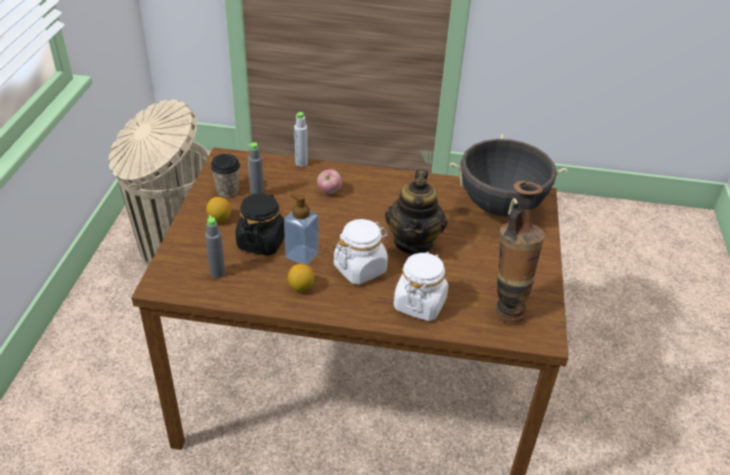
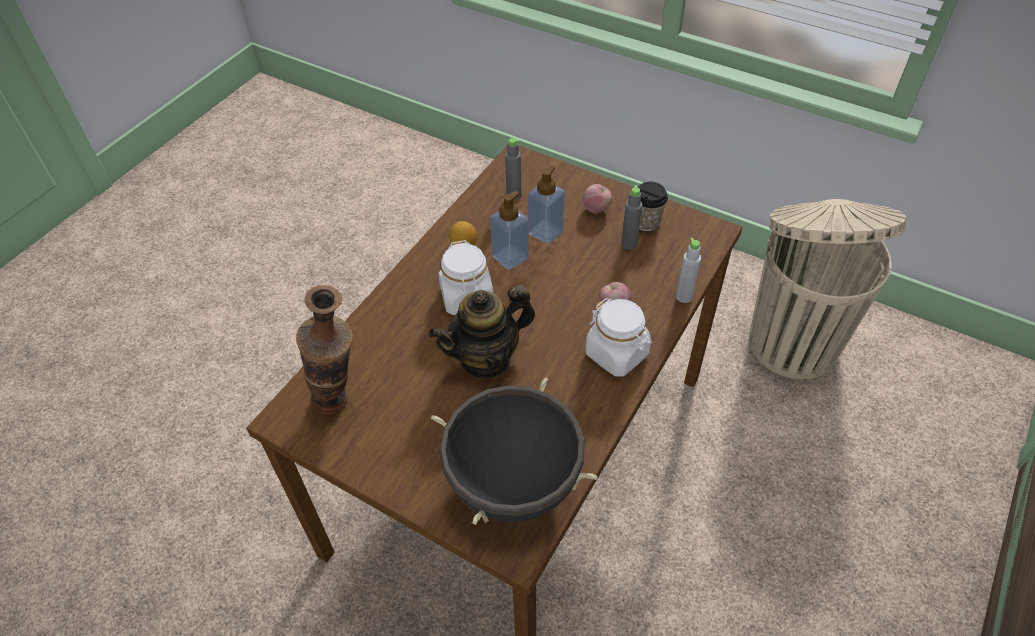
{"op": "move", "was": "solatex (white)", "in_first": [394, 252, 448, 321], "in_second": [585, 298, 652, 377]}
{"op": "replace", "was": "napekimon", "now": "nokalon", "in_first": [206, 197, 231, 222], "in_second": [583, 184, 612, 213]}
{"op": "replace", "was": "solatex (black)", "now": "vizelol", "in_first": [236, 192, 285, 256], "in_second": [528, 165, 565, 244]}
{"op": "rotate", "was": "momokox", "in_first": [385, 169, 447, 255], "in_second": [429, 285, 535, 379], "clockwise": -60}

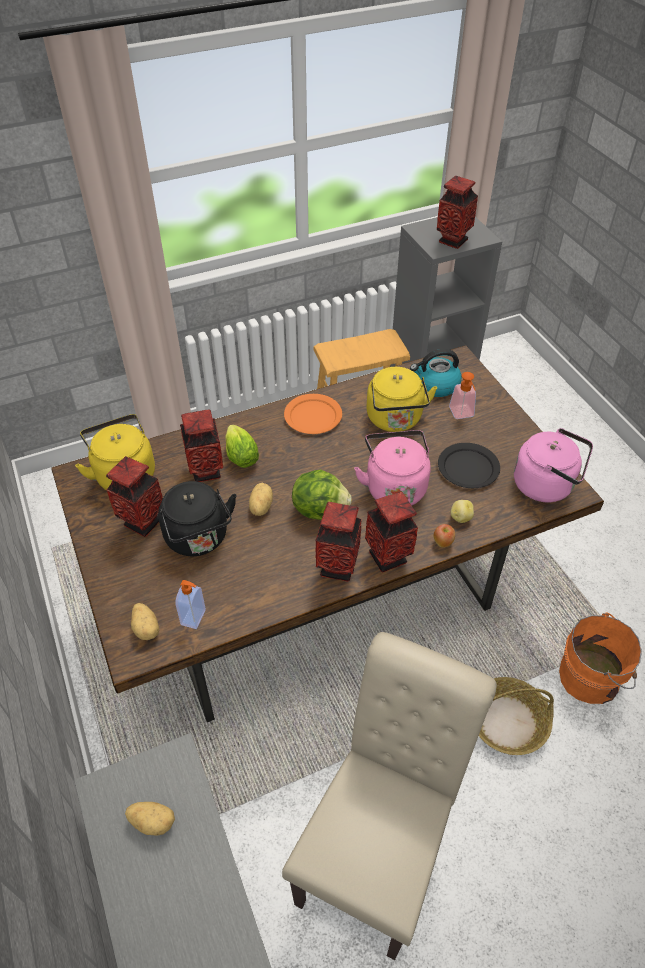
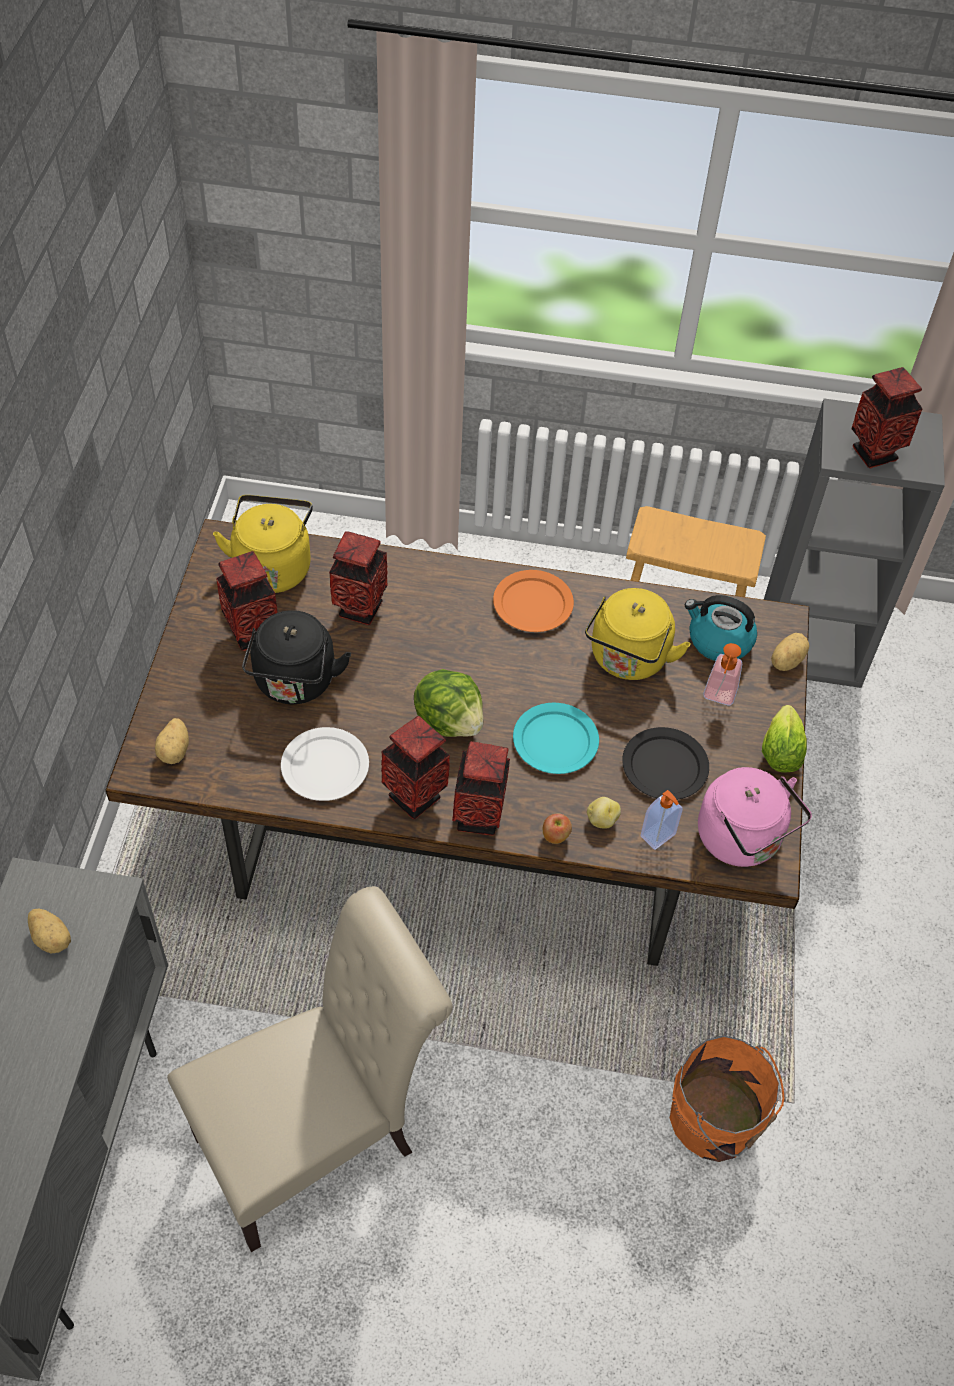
{"op": "delete", "was": "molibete", "in_first": [479, 677, 554, 755]}
{"op": "insert", "now": "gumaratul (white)", "in_second": [281, 727, 369, 801]}
{"op": "move", "was": "vizelol", "in_first": [175, 580, 206, 629], "in_second": [640, 790, 683, 850]}
{"op": "move", "was": "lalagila", "in_first": [225, 424, 259, 468], "in_second": [762, 705, 807, 773]}
{"op": "move", "was": "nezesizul", "in_first": [249, 483, 273, 516], "in_second": [771, 633, 809, 671]}
{"op": "replace", "was": "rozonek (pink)", "now": "gumaratul (turquoise)", "in_first": [354, 430, 431, 506], "in_second": [513, 703, 599, 774]}

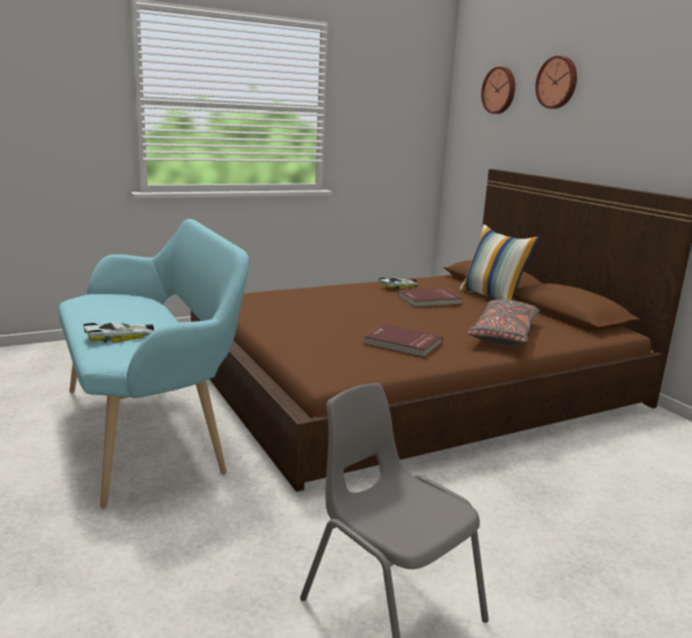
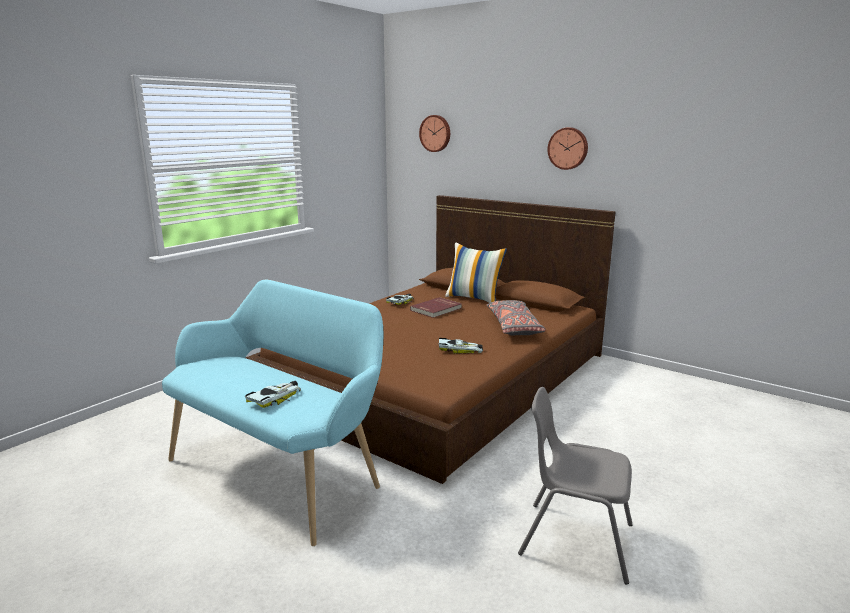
{"op": "move", "was": "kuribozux", "in_first": [535, 56, 577, 109], "in_second": [547, 127, 588, 170]}
{"op": "replace", "was": "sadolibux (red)", "now": "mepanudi", "in_first": [363, 324, 443, 358], "in_second": [439, 338, 483, 354]}

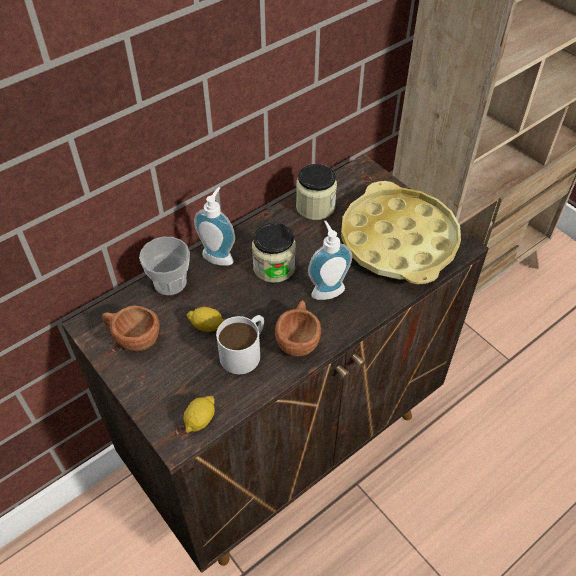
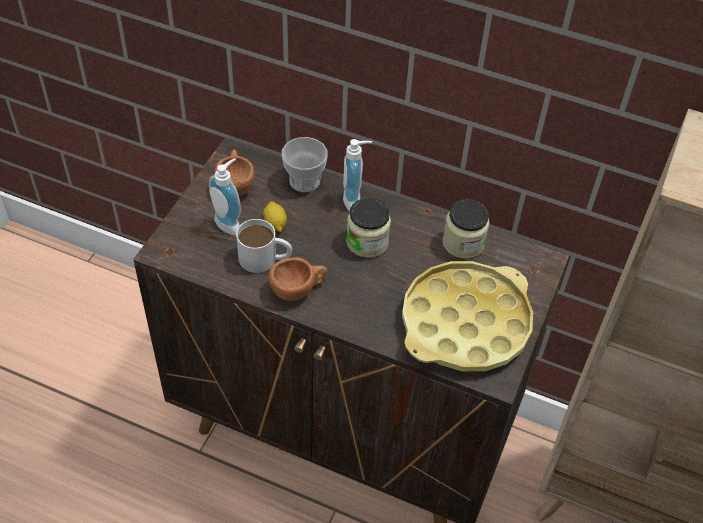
{"op": "delete", "was": "napekimon", "in_first": [183, 396, 215, 433]}
{"op": "move", "was": "vizelol", "in_first": [308, 221, 352, 300], "in_second": [209, 158, 241, 235]}

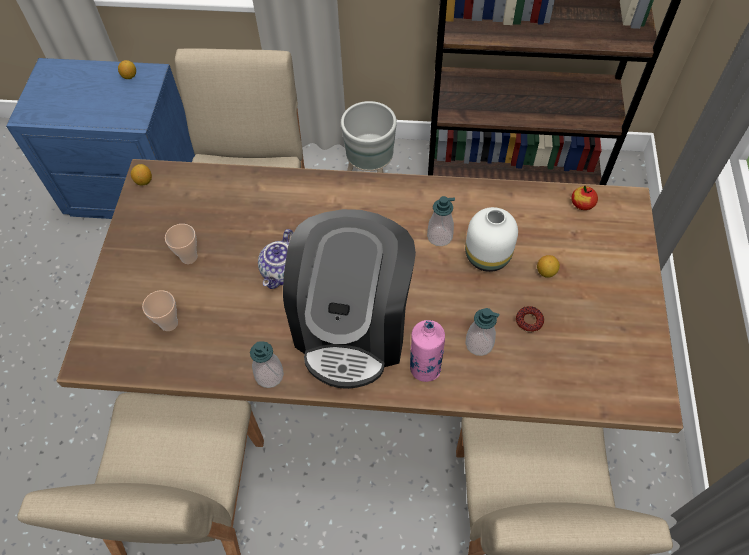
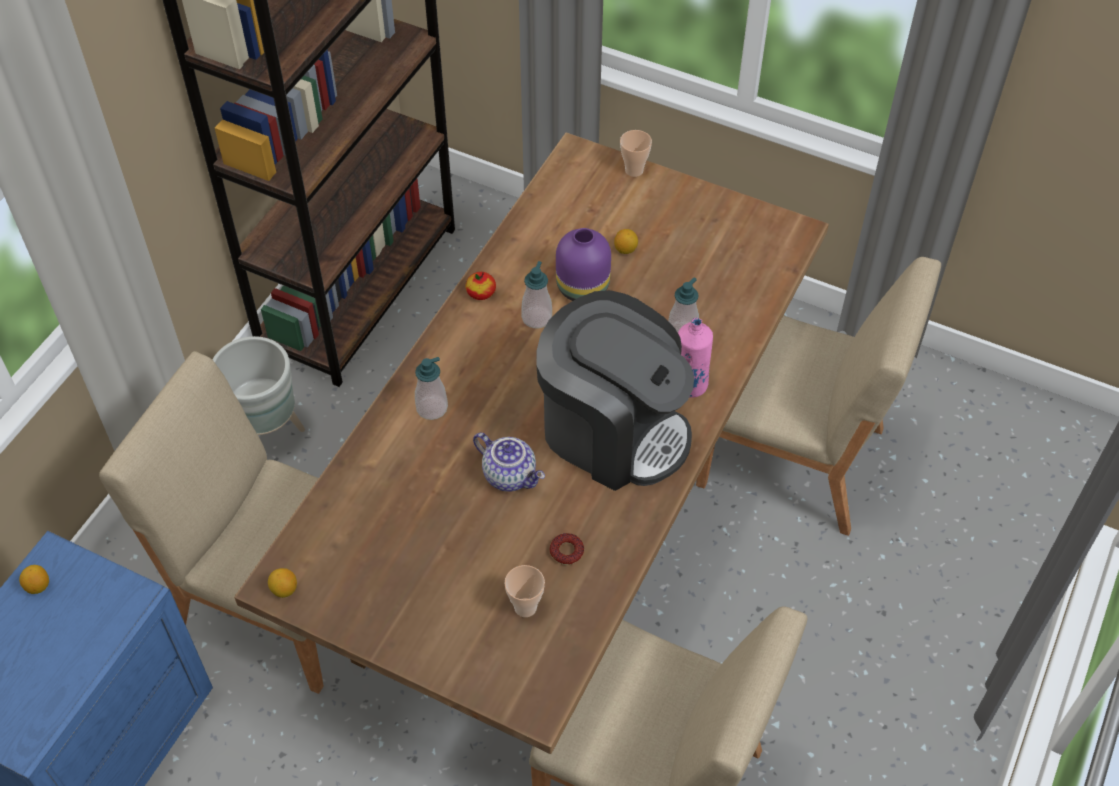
{"op": "move", "was": "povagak", "in_first": [165, 224, 198, 264], "in_second": [620, 130, 652, 177]}
{"op": "move", "was": "vizelol", "in_first": [250, 341, 284, 388], "in_second": [415, 357, 448, 420]}
{"op": "move", "was": "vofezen", "in_first": [516, 306, 544, 332], "in_second": [550, 533, 584, 565]}
{"op": "move", "was": "nokalon", "in_first": [571, 186, 598, 210], "in_second": [465, 272, 496, 300]}
{"op": "recolor", "was": "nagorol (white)", "now": "nagorol (purple)", "in_first": [465, 207, 518, 272], "in_second": [556, 228, 611, 301]}

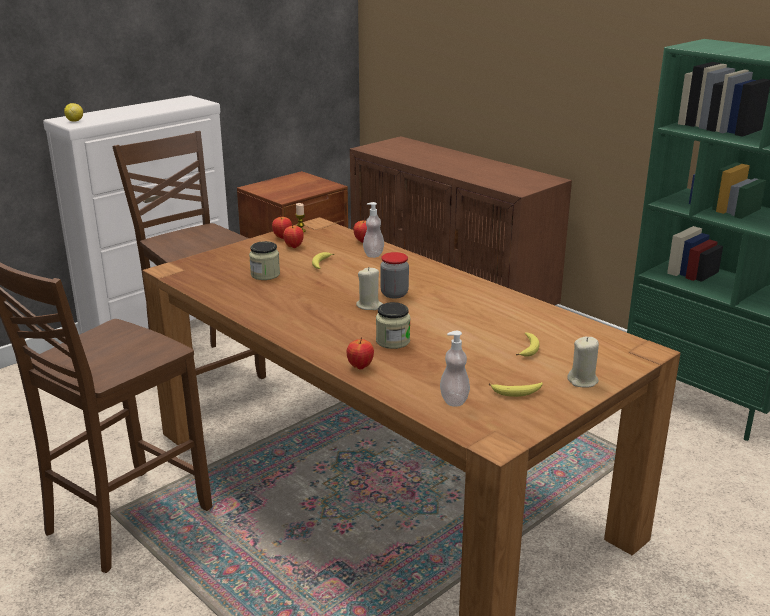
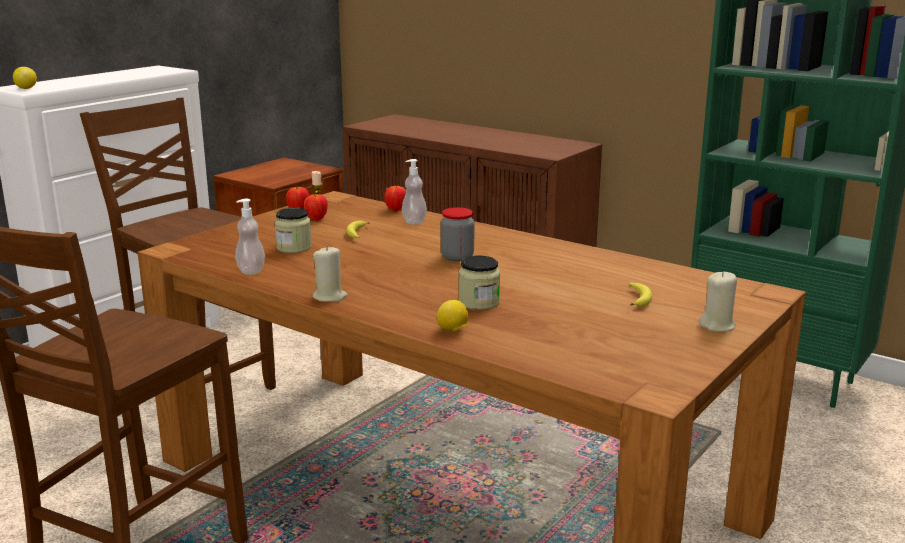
{"op": "delete", "was": "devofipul", "in_first": [489, 382, 543, 397]}
{"op": "move", "was": "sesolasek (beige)", "in_first": [356, 267, 383, 310], "in_second": [312, 246, 348, 302]}
{"op": "move", "was": "vizelol", "in_first": [440, 331, 470, 407], "in_second": [235, 199, 265, 275]}
{"op": "replace", "was": "nokalon", "now": "napekimon", "in_first": [347, 337, 374, 370], "in_second": [437, 300, 468, 331]}

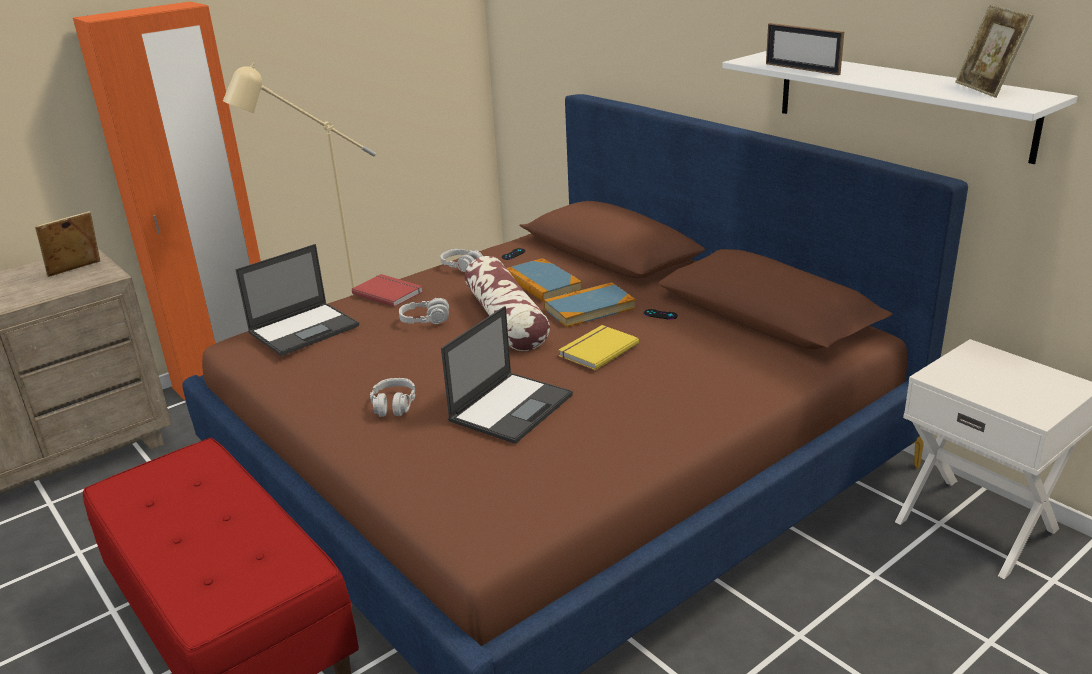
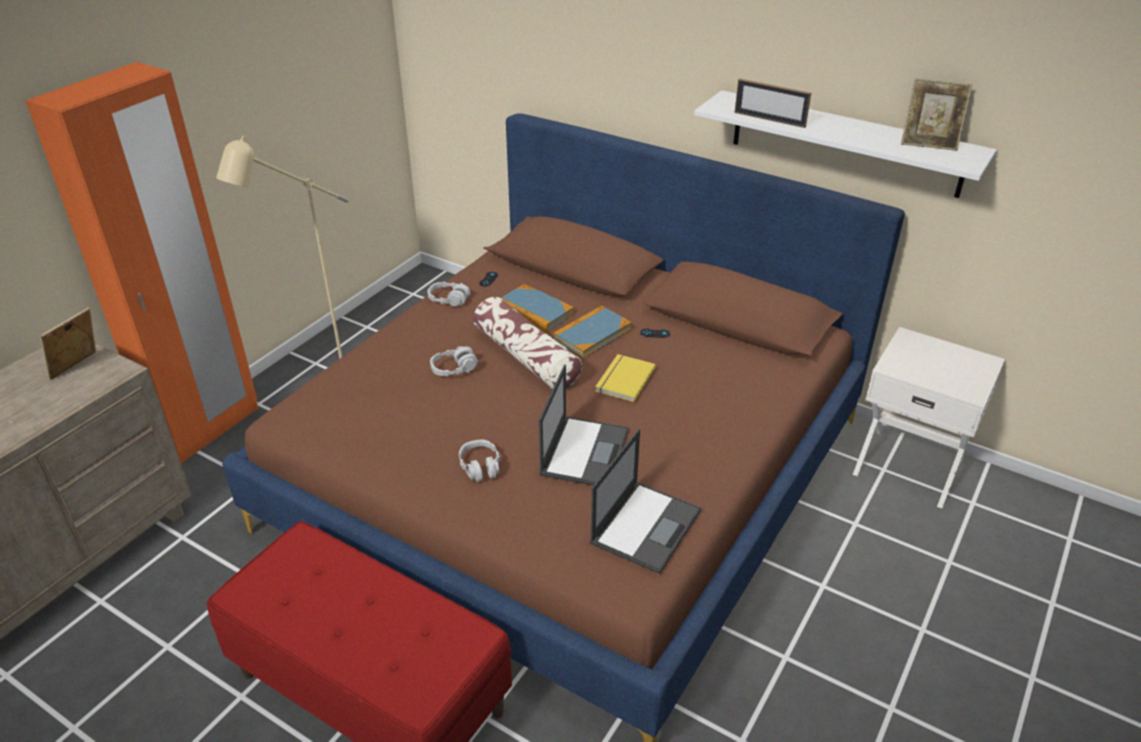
{"op": "delete", "was": "sadolibux (red)", "in_first": [352, 274, 423, 307]}
{"op": "move", "was": "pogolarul", "in_first": [235, 244, 359, 356], "in_second": [590, 429, 701, 574]}
{"op": "rotate", "was": "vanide", "in_first": [955, 4, 1034, 98], "in_second": [901, 78, 973, 151], "clockwise": -45}

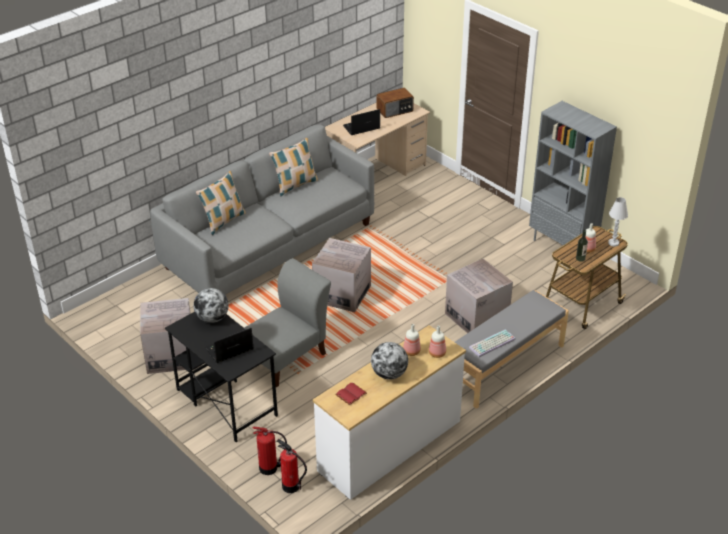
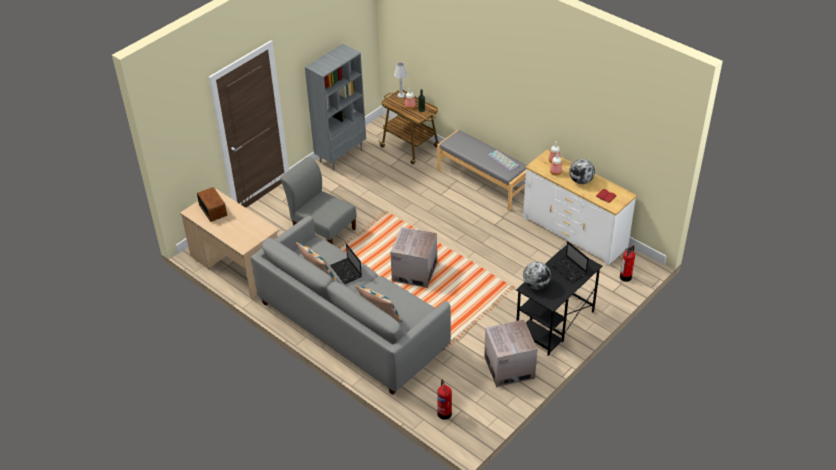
{"op": "delete", "was": "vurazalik", "in_first": [445, 259, 513, 333]}
{"op": "move", "was": "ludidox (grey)", "in_first": [244, 258, 331, 387], "in_second": [280, 157, 357, 244]}
{"op": "move", "was": "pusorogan", "in_first": [253, 427, 287, 475], "in_second": [437, 380, 452, 420]}
{"op": "move", "was": "pogolarul", "in_first": [343, 109, 380, 135], "in_second": [330, 243, 362, 284]}

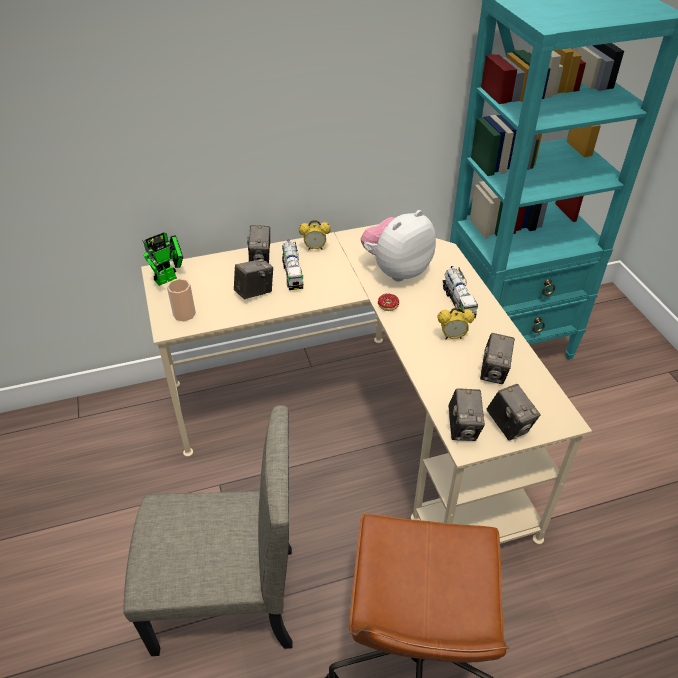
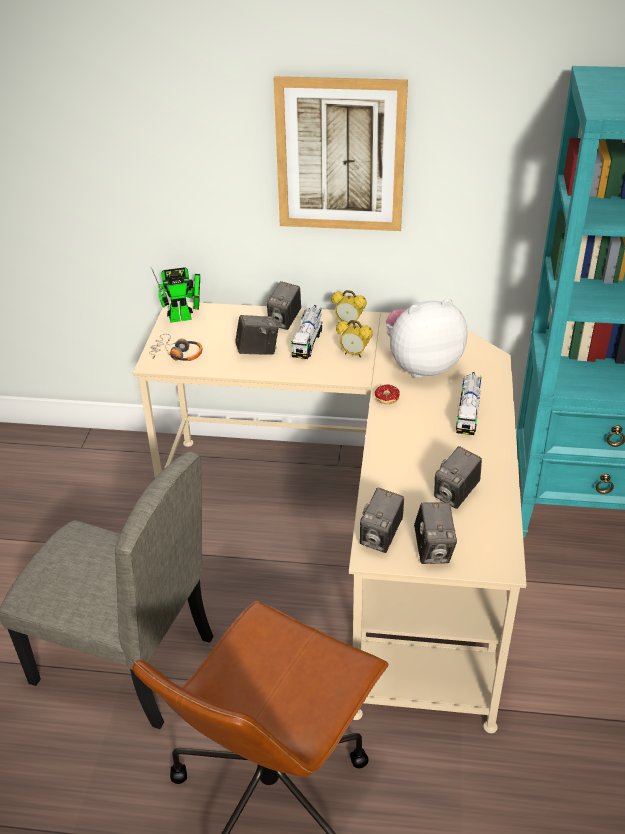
{"op": "insert", "now": "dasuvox", "in_second": [274, 76, 408, 231]}
{"op": "move", "was": "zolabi", "in_first": [437, 308, 475, 339], "in_second": [336, 320, 373, 358]}
{"op": "replace", "was": "povagak", "now": "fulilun", "in_first": [167, 279, 196, 322], "in_second": [149, 334, 202, 361]}

